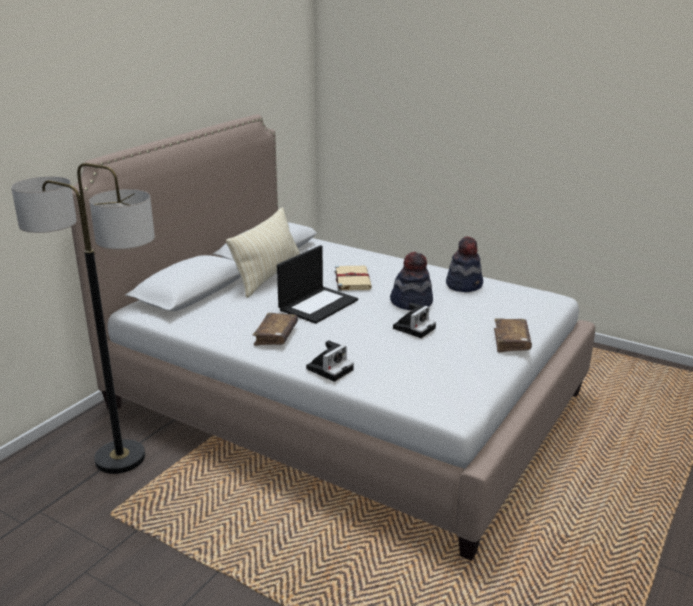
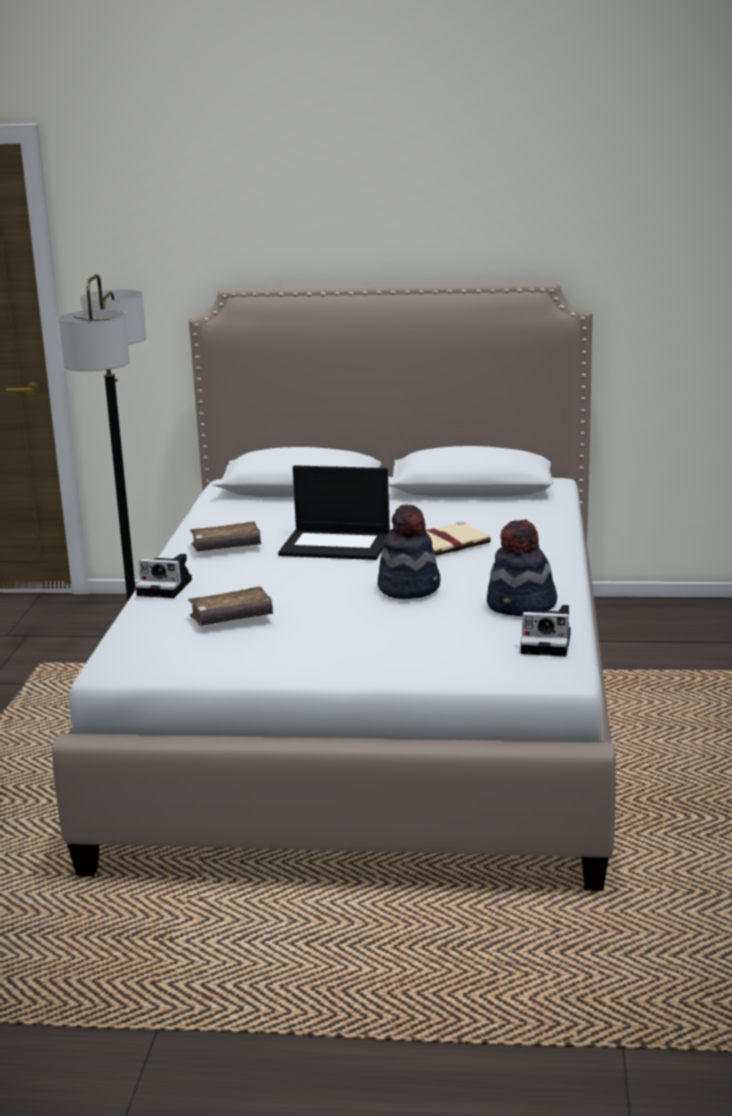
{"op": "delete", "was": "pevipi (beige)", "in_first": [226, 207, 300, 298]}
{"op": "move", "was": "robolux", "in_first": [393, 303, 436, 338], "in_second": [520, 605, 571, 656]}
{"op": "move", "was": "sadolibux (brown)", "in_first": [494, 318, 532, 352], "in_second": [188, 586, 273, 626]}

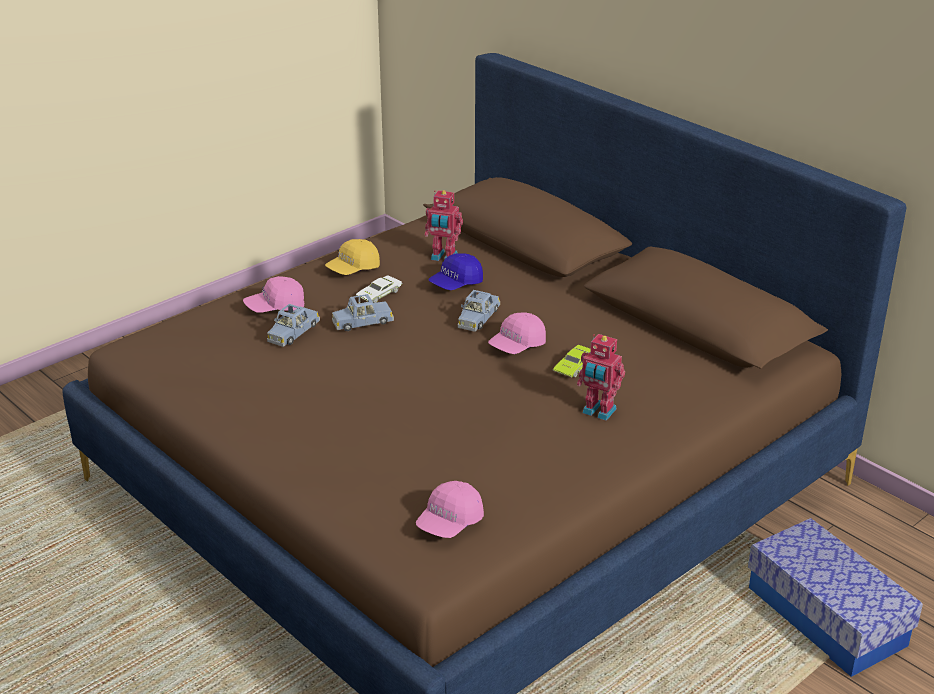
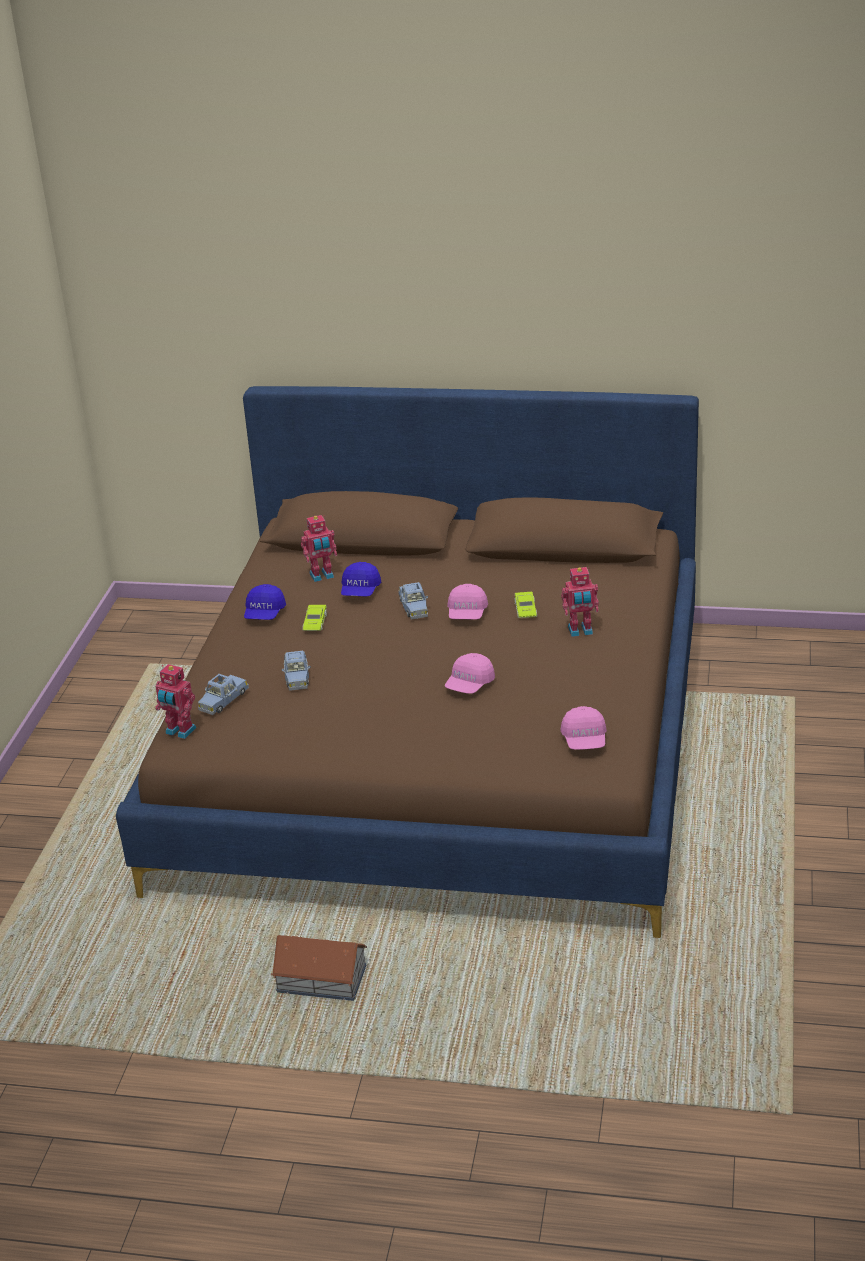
{"op": "delete", "was": "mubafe", "in_first": [748, 518, 923, 677]}
{"op": "insert", "now": "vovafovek", "in_second": [155, 664, 196, 739]}
{"op": "insert", "now": "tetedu", "in_second": [271, 935, 367, 1001]}
{"op": "move", "was": "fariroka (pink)", "in_first": [243, 276, 304, 313], "in_second": [445, 653, 495, 694]}
{"op": "move", "was": "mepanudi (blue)", "in_first": [332, 294, 394, 331], "in_second": [198, 674, 249, 715]}
{"op": "recolor", "was": "fariroka (yellow)", "now": "fariroka (blue)", "in_first": [325, 239, 380, 275], "in_second": [244, 584, 286, 620]}
{"op": "recolor", "was": "mepanudi (white)", "now": "mepanudi (green)", "in_first": [355, 275, 402, 303], "in_second": [303, 605, 327, 631]}

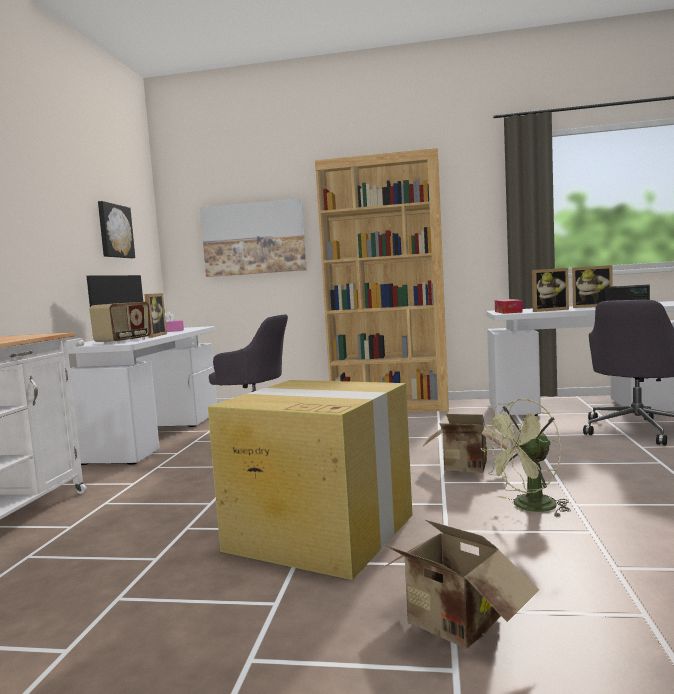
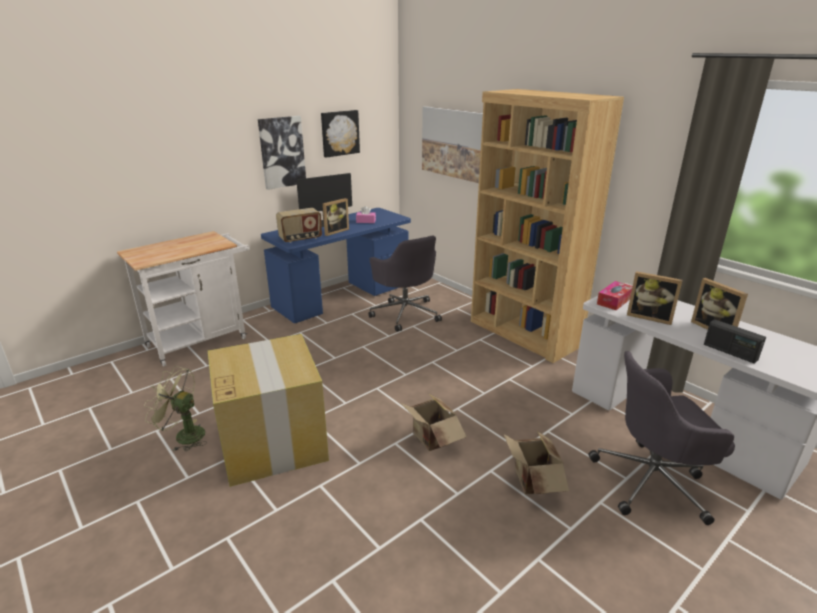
{"op": "insert", "now": "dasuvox", "in_second": [258, 116, 306, 190]}
{"op": "move", "was": "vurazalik", "in_first": [377, 520, 539, 649], "in_second": [504, 432, 569, 494]}
{"op": "move", "was": "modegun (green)", "in_first": [481, 399, 571, 518], "in_second": [144, 366, 207, 451]}
{"op": "recolor", "was": "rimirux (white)", "now": "rimirux (blue)", "in_first": [68, 326, 217, 465], "in_second": [261, 208, 411, 323]}

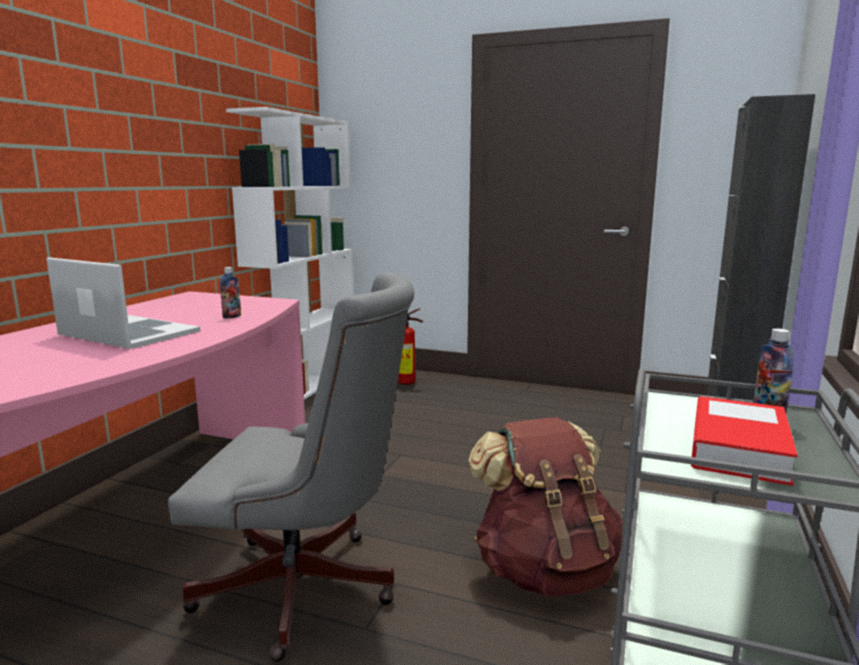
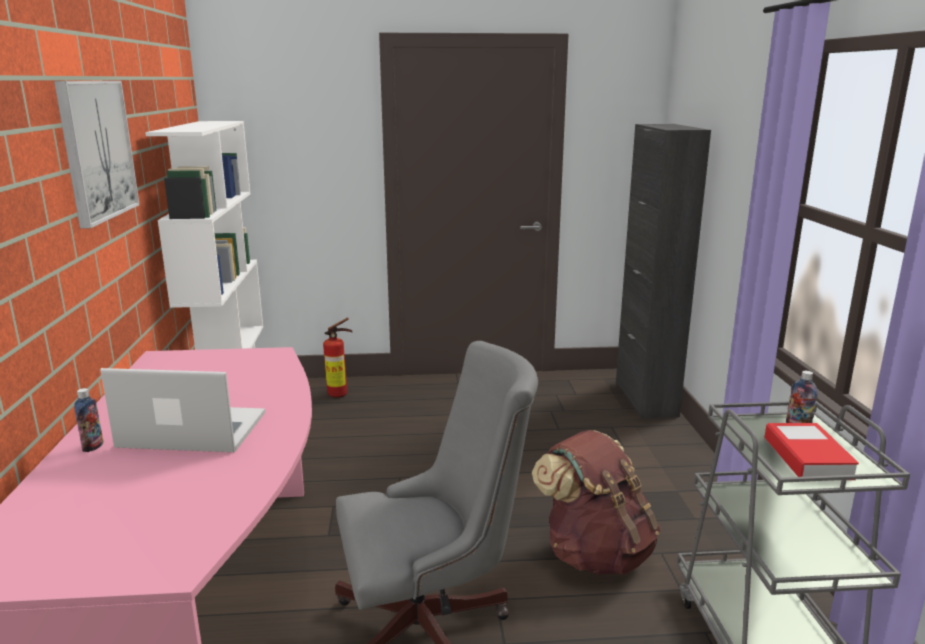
{"op": "insert", "now": "dasuvox", "in_second": [54, 81, 140, 229]}
{"op": "move", "was": "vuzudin", "in_first": [220, 267, 241, 319], "in_second": [74, 388, 104, 452]}

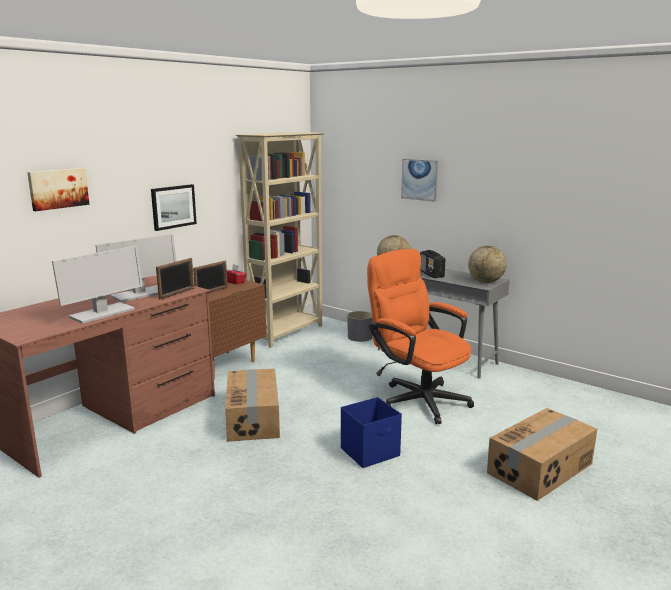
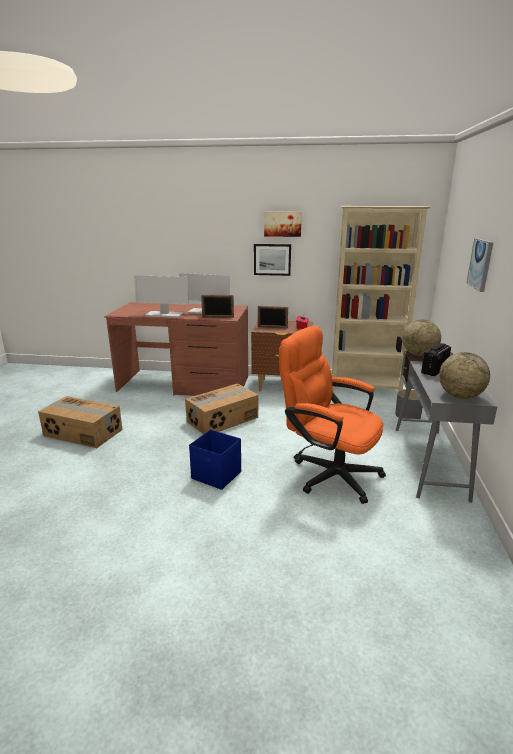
{"op": "move", "was": "dasuvox", "in_first": [27, 168, 90, 211], "in_second": [264, 211, 302, 237]}
{"op": "move", "was": "vurazalik", "in_first": [487, 408, 597, 501], "in_second": [38, 396, 123, 448]}
{"op": "rotate", "was": "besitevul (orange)", "in_first": [367, 249, 474, 424], "in_second": [279, 326, 386, 504], "clockwise": -75}

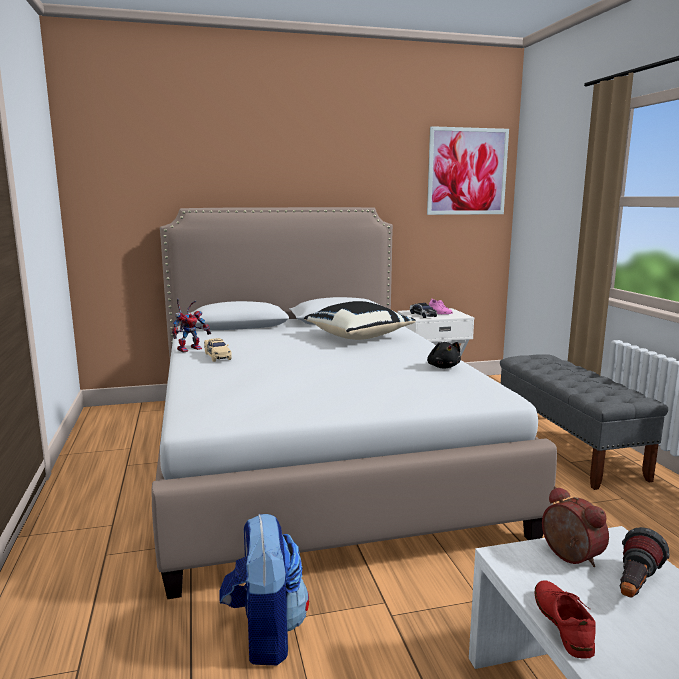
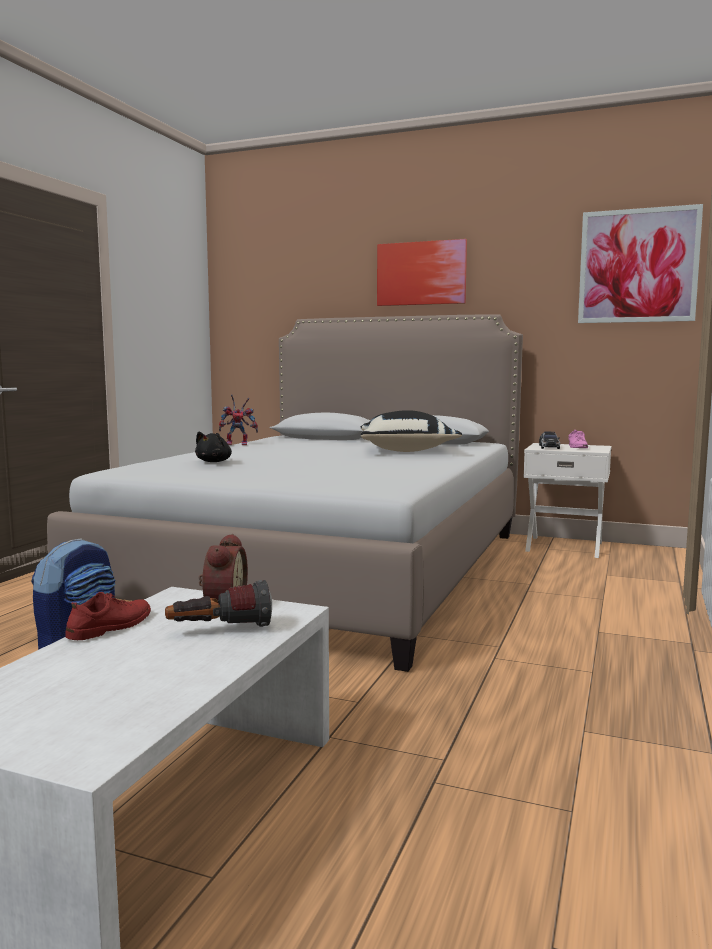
{"op": "delete", "was": "mepanudi (beige)", "in_first": [204, 338, 232, 362]}
{"op": "delete", "was": "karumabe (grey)", "in_first": [500, 354, 668, 490]}
{"op": "insert", "now": "dasuvox", "in_second": [377, 239, 467, 306]}
{"op": "move", "was": "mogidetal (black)", "in_first": [427, 342, 461, 368], "in_second": [195, 432, 232, 462]}

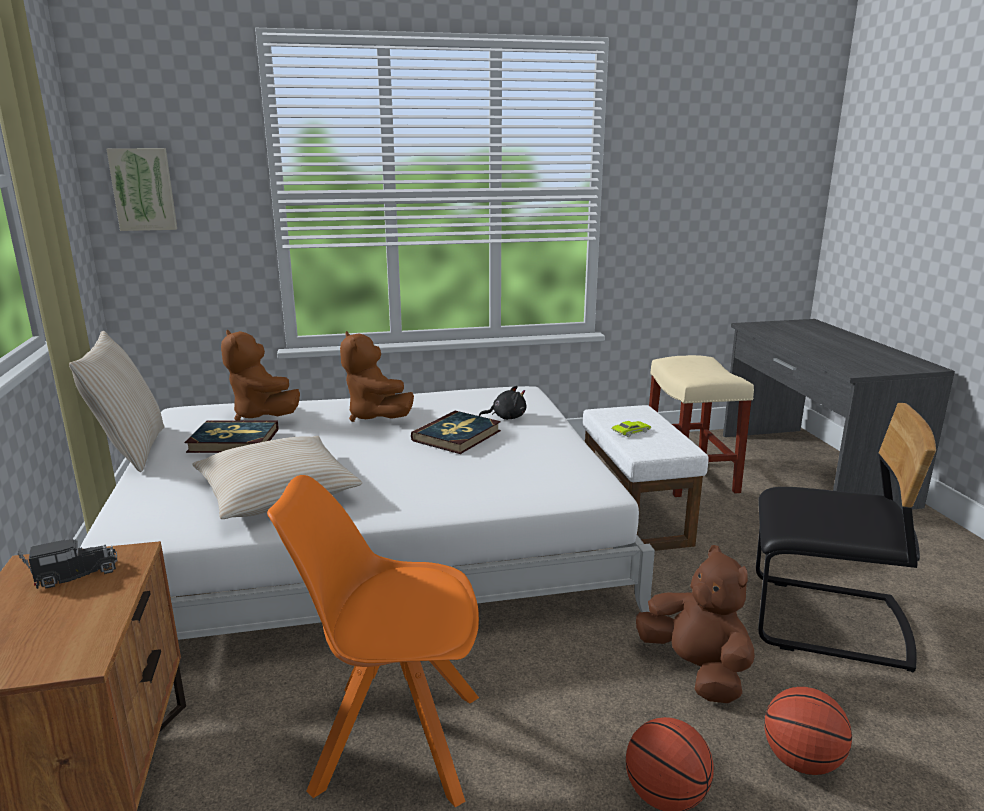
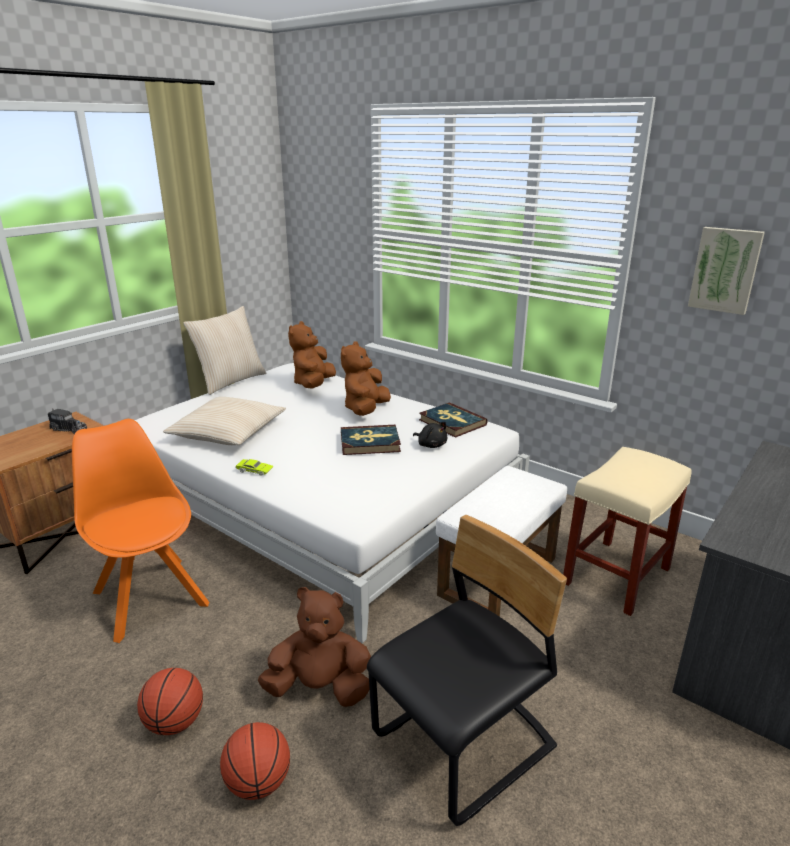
{"op": "move", "was": "dasuvox", "in_first": [106, 148, 177, 231], "in_second": [688, 227, 765, 315]}
{"op": "move", "was": "sadolibux", "in_first": [184, 420, 278, 453], "in_second": [419, 402, 488, 438]}
{"op": "move", "was": "mepanudi (green)", "in_first": [611, 421, 651, 437], "in_second": [235, 459, 273, 476]}
{"op": "rotate", "was": "mogidetal (brown)", "in_first": [636, 545, 755, 703], "in_second": [258, 587, 371, 707], "clockwise": -105}
{"op": "rotate", "was": "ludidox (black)", "in_first": [756, 403, 936, 672], "in_second": [367, 515, 567, 826], "clockwise": -105}

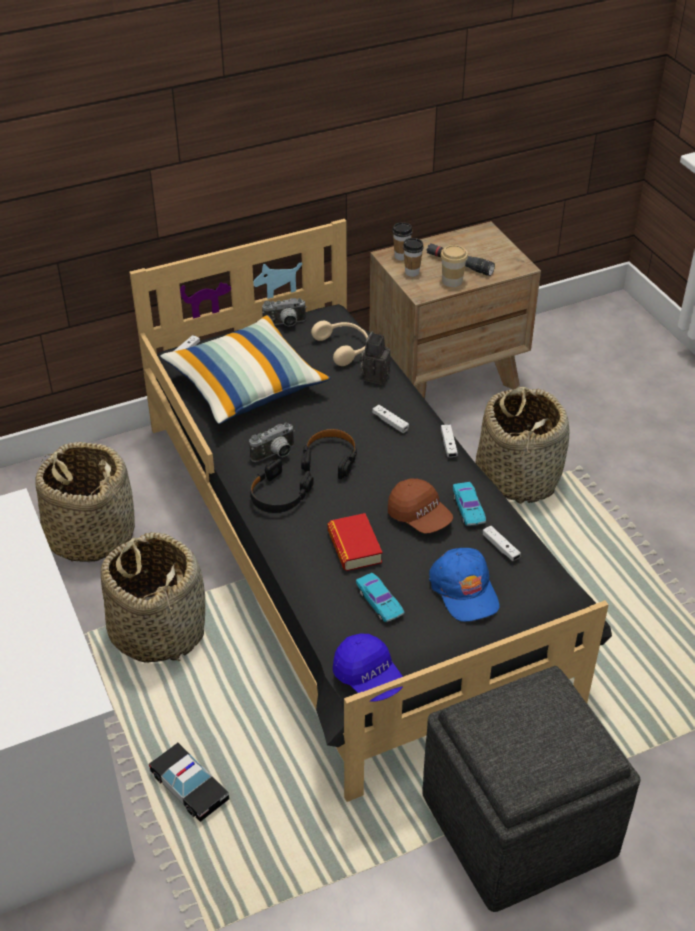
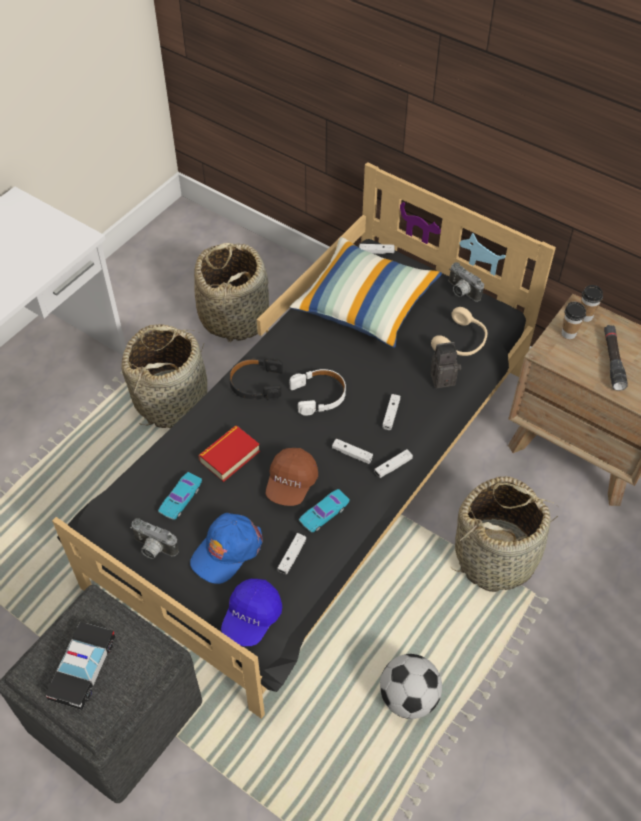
{"op": "delete", "was": "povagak", "in_first": [440, 245, 468, 287]}
{"op": "insert", "now": "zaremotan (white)", "in_second": [332, 438, 373, 464]}
{"op": "insert", "now": "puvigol", "in_second": [380, 654, 442, 719]}
{"op": "move", "was": "mepanudi", "in_first": [149, 743, 229, 822], "in_second": [45, 622, 115, 710]}
{"op": "move", "was": "robolux", "in_first": [249, 423, 295, 462], "in_second": [130, 518, 179, 559]}
{"op": "move", "was": "fariroka (blue)", "in_first": [333, 633, 403, 702], "in_second": [221, 579, 282, 646]}
{"op": "recolor", "was": "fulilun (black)", "now": "fulilun (white)", "in_first": [301, 428, 357, 479], "in_second": [289, 369, 346, 416]}

